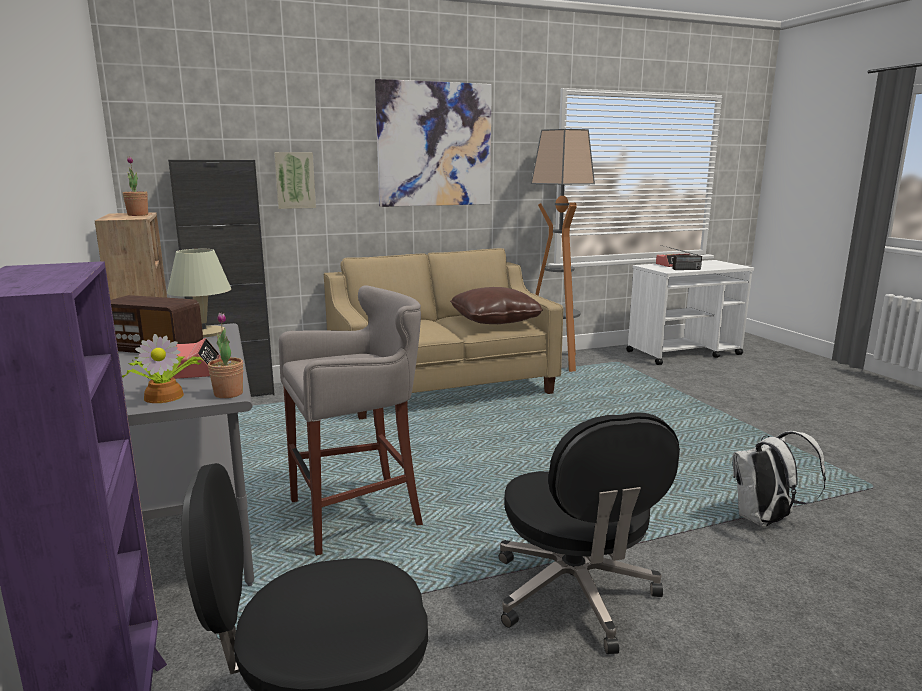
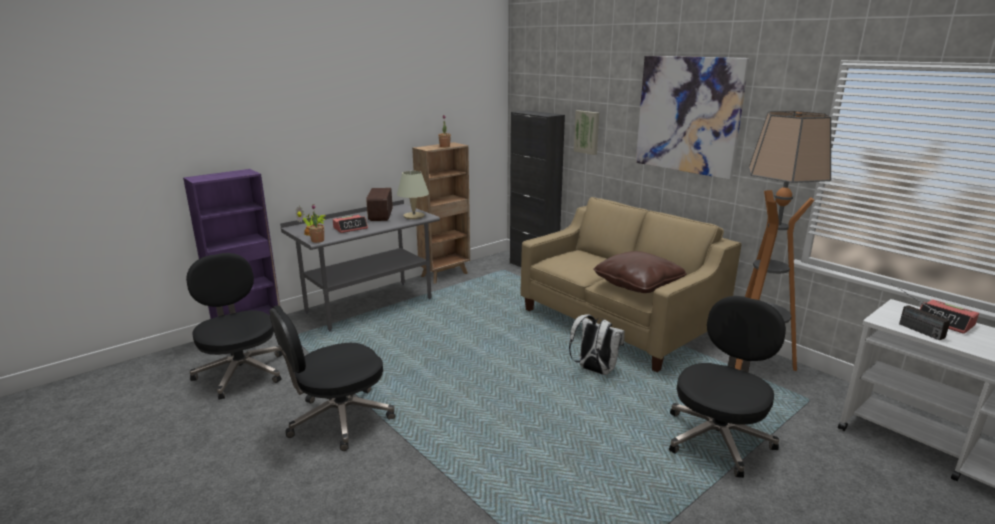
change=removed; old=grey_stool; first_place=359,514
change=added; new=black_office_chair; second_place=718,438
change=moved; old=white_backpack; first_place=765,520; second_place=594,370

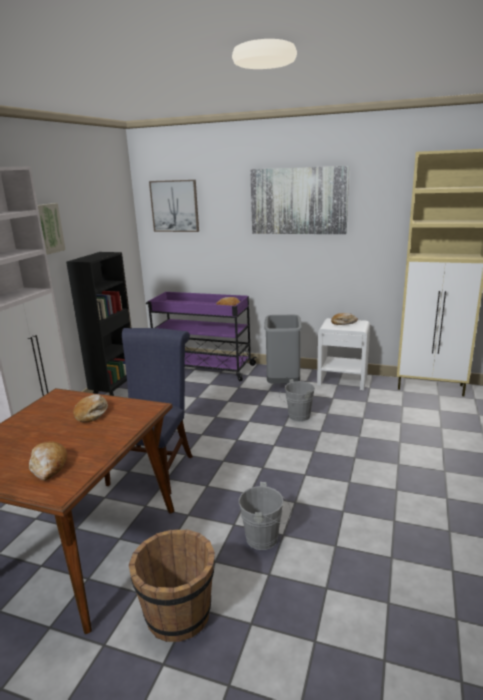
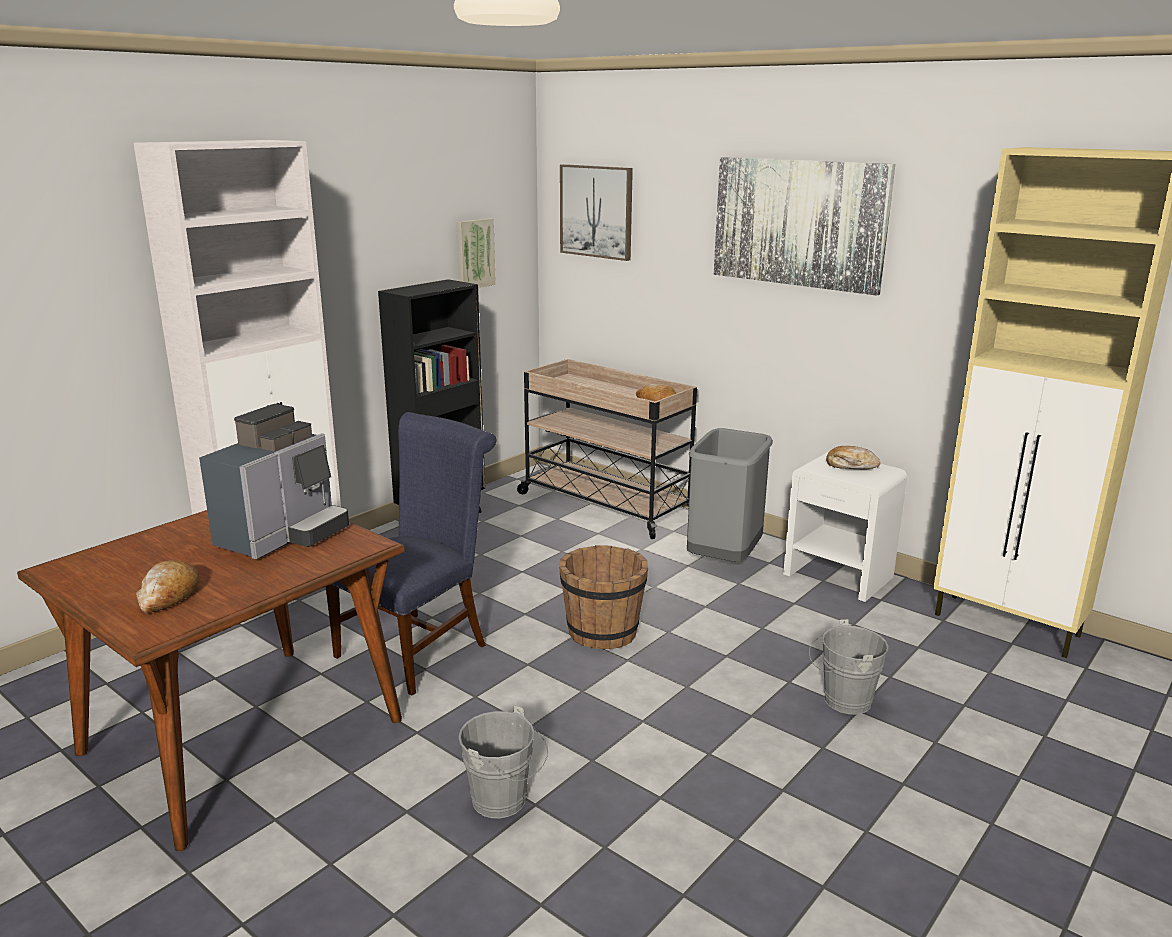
change=moved; old=picture; first_place=47,228; second_place=474,253
change=moved; old=brown_bucket; first_place=178,613; second_place=602,632
change=moved; old=grey_bucket; first_place=297,417; second_place=842,701
change=replaced; old=bread; new=coffee_machine; first_place=92,413; second_place=284,535
change=recoloured; old=purple_cart; new=beige_cart; first_place=202,368; second_place=604,503

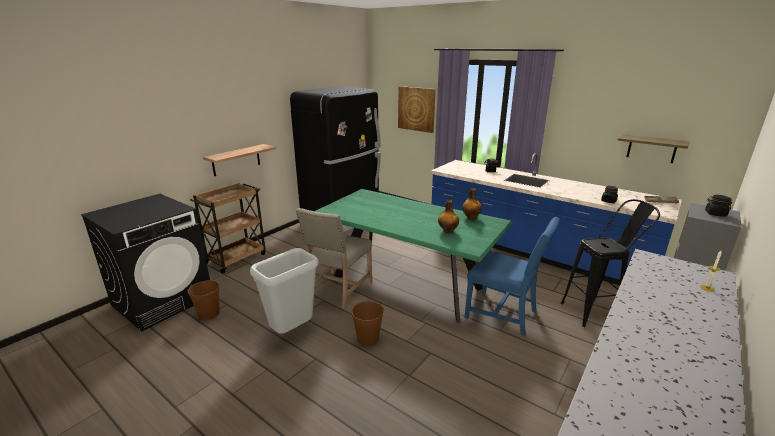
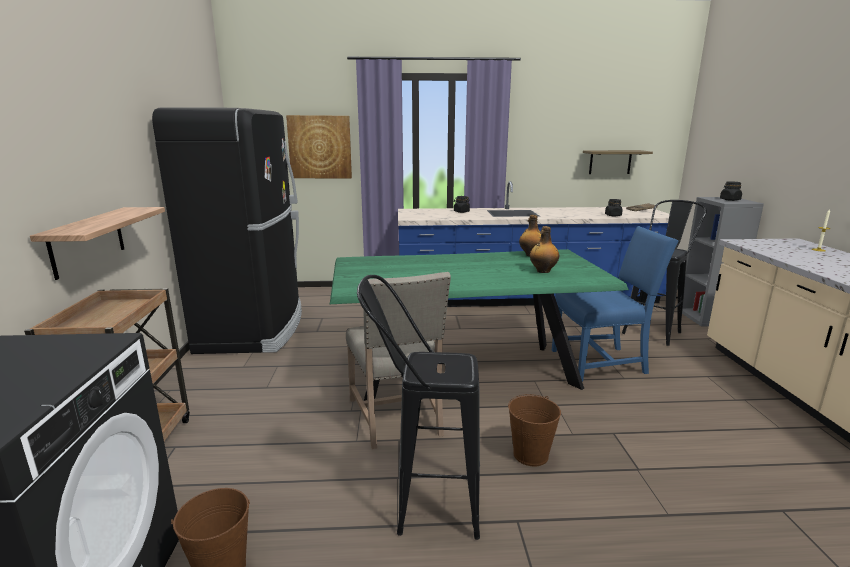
change=replaced; old=grey_trash_can; new=black_stool; first_place=292,330; second_place=423,504

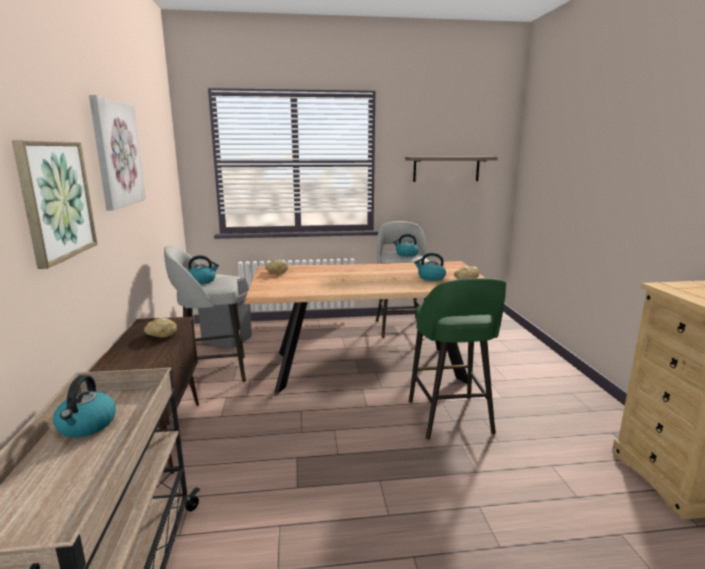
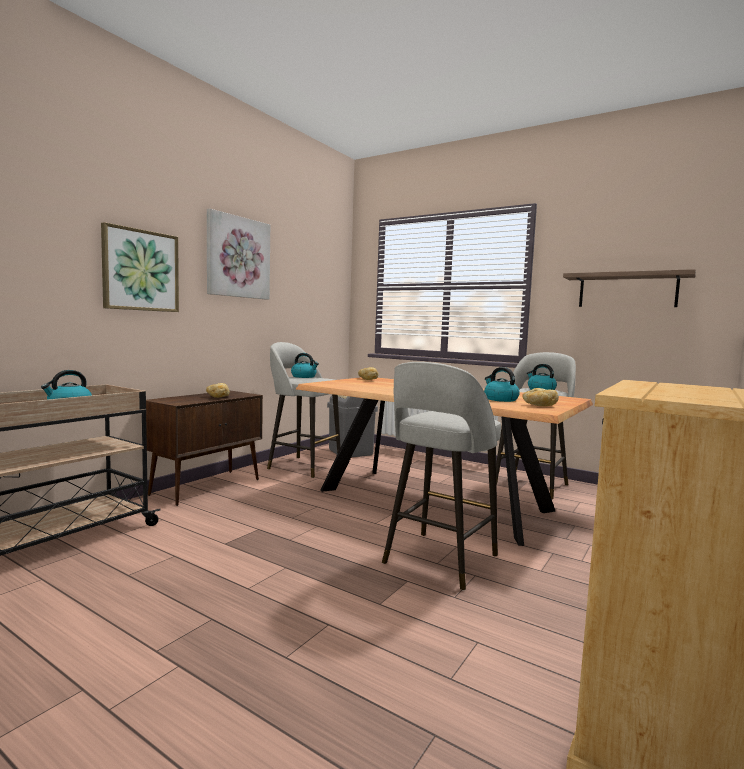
change=recoloured; old=green_stool; new=grey_stool; first_place=450,418; second_place=438,560

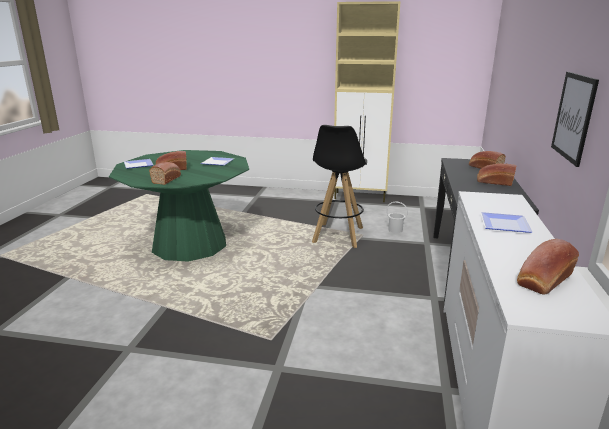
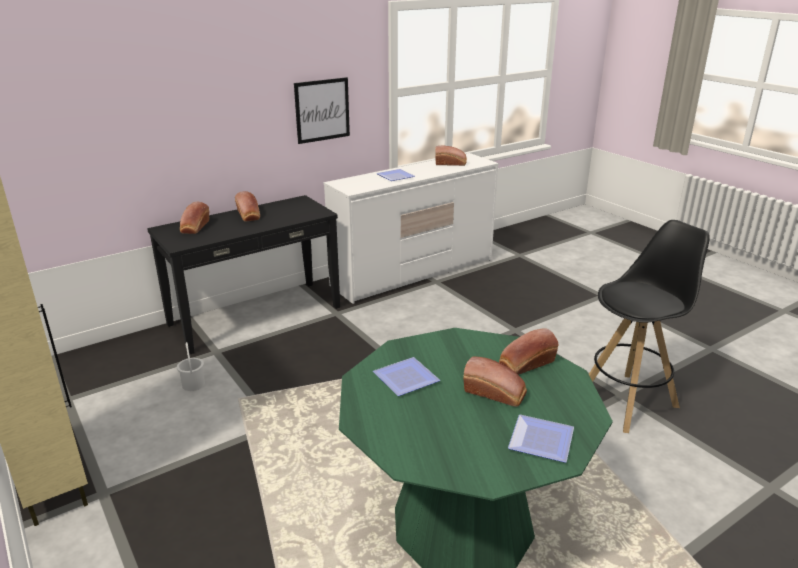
change=moved; old=black_stool; first_place=337,235; second_place=628,401

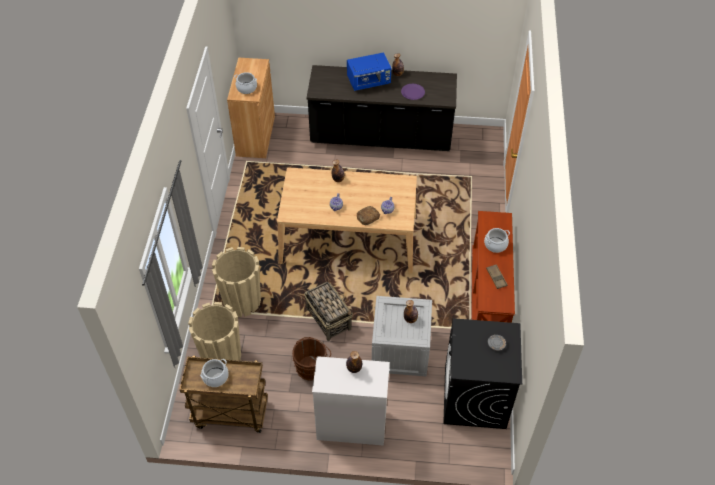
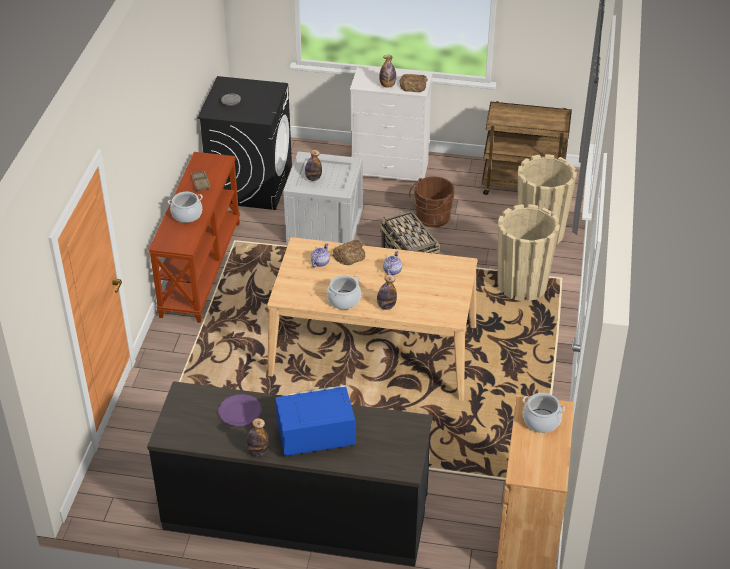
change=added; new=bread; second_place=413,85
change=moved; old=cooking_pot; first_place=215,377; second_place=344,300

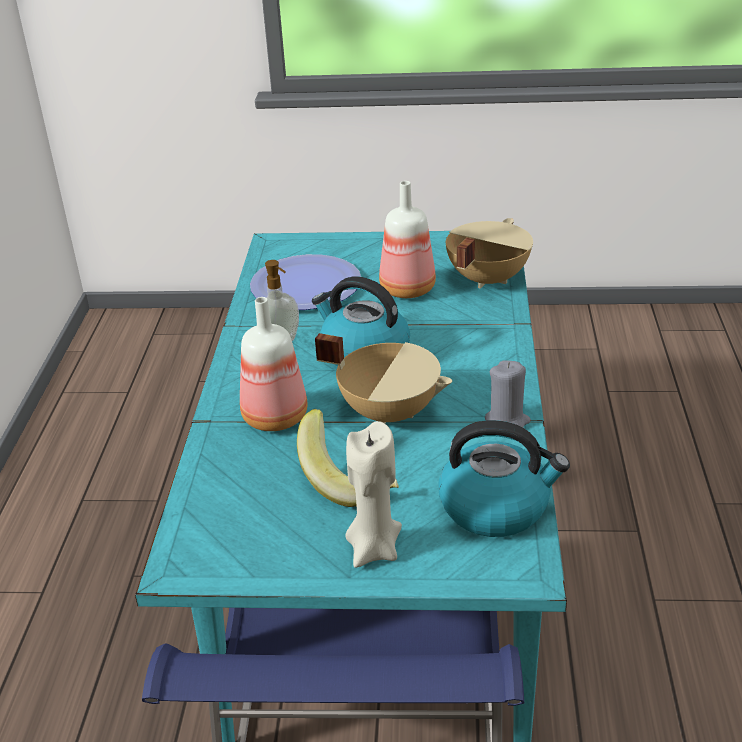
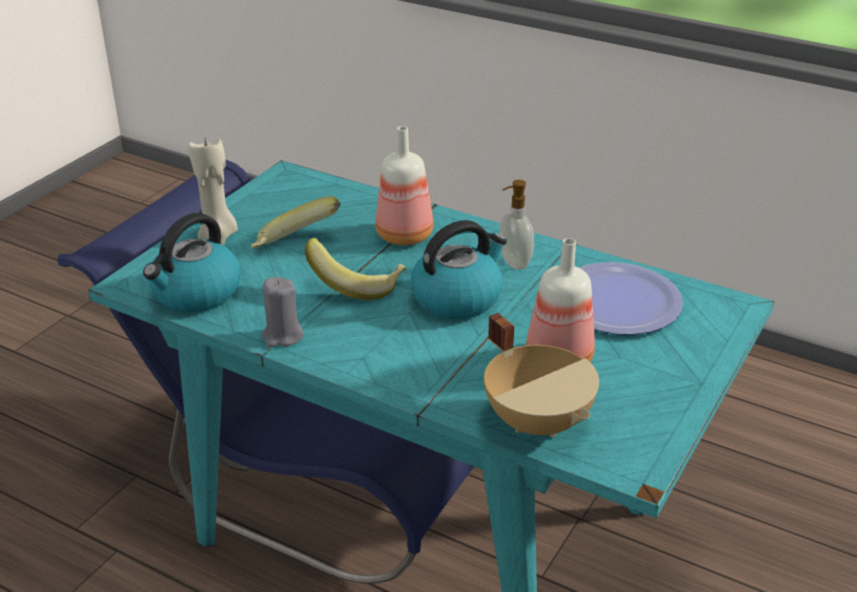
change=replaced; old=beige_cooking_pot; new=banana; first_place=389,411; second_place=357,285

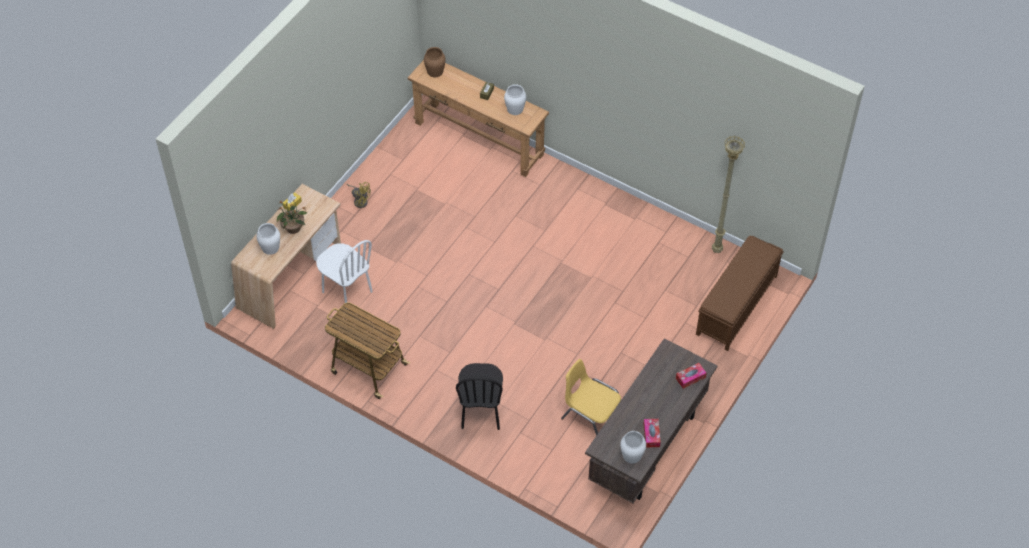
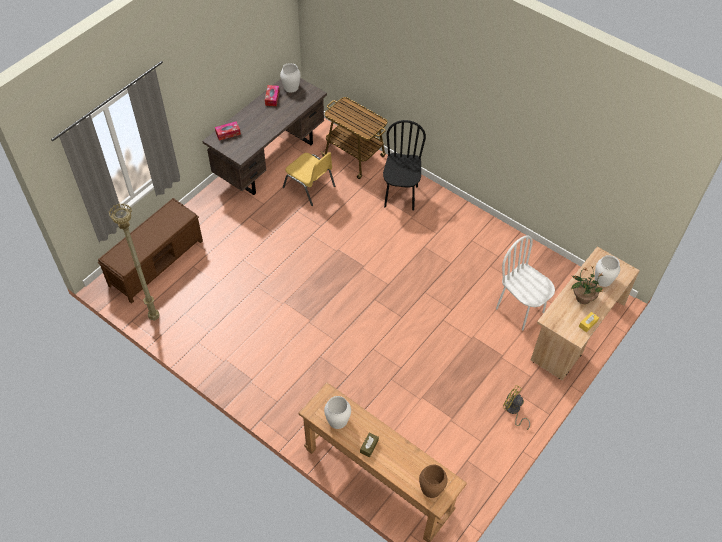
change=moved; old=cart; first_place=368,368; second_place=355,157

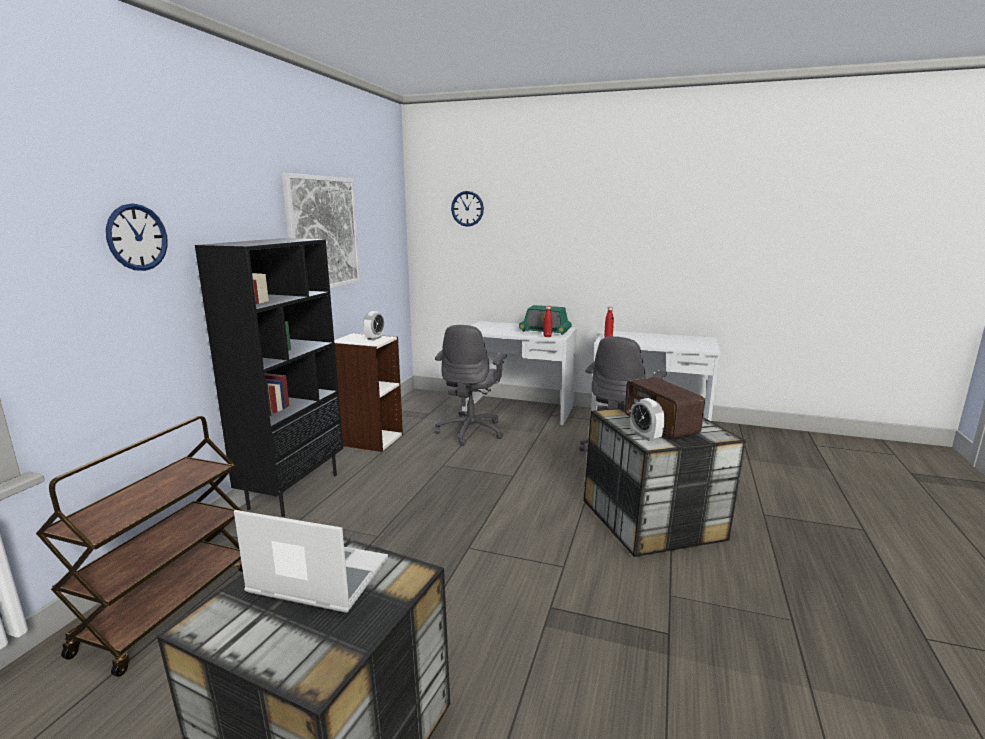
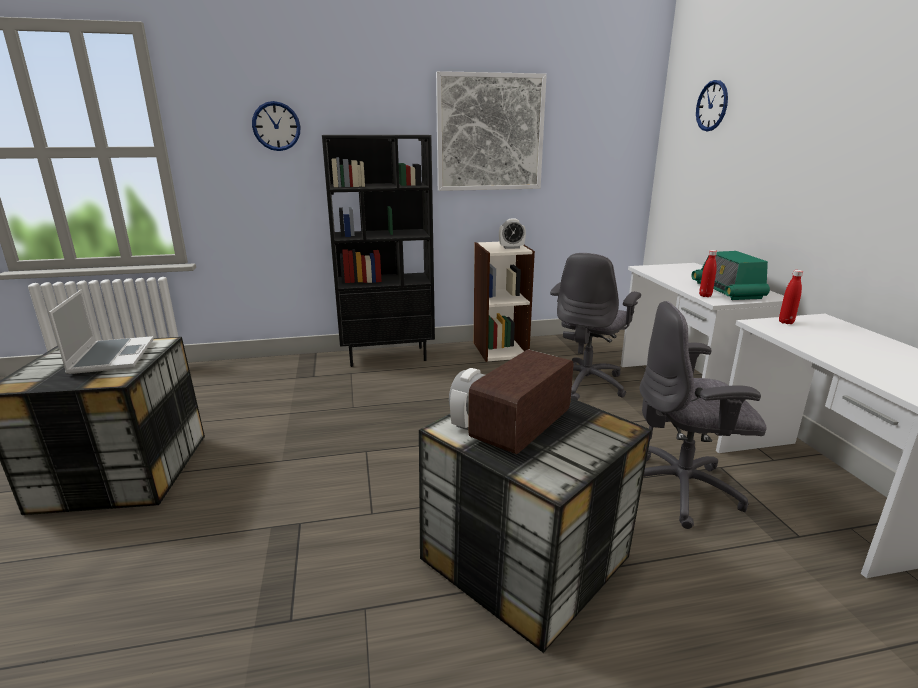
change=removed; old=brown_cart; first_place=168,607
change=turned; old=grey_office_chair; first_place=471,431; second_place=586,383; degrees=-45

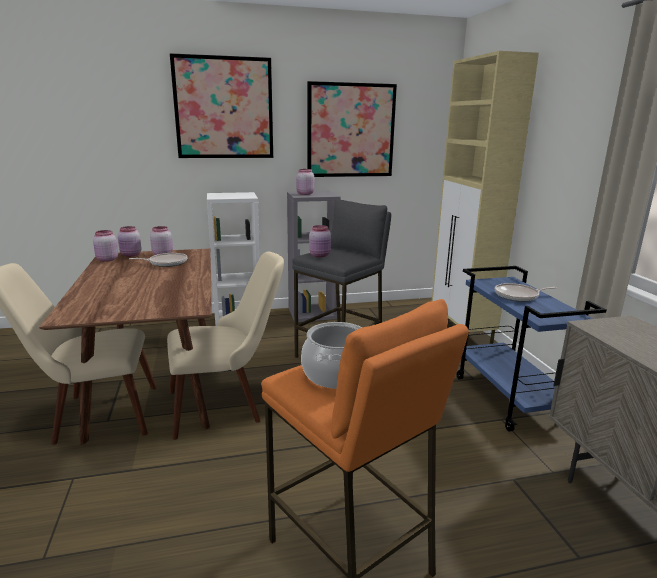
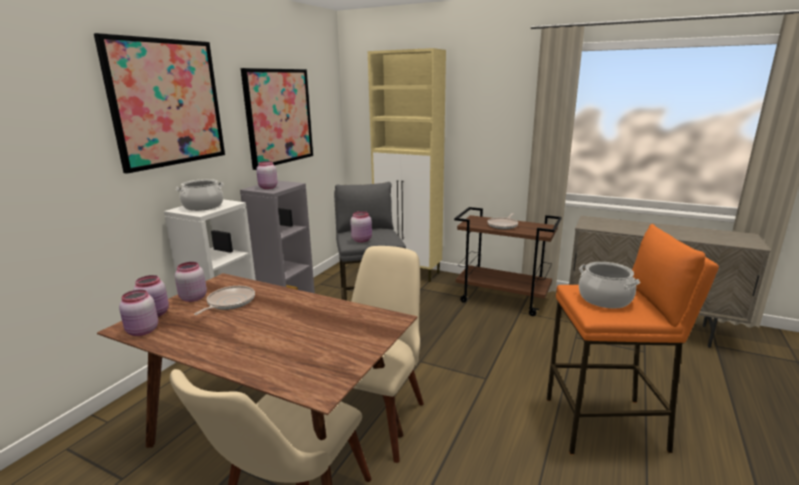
change=added; new=cooking_pot; second_place=203,206
change=recoloured; old=blue_cart; new=brown_cart; first_place=509,399; second_place=503,299

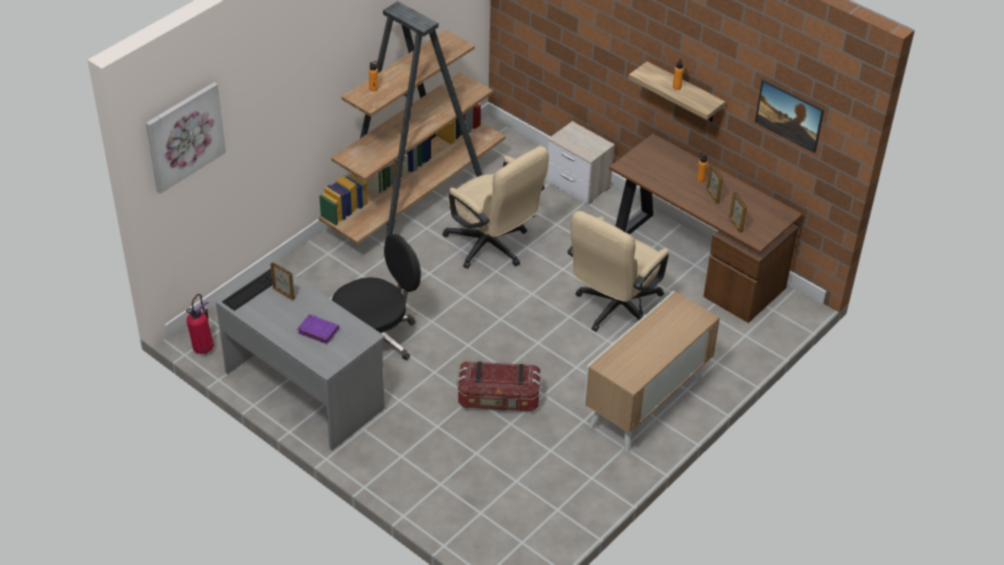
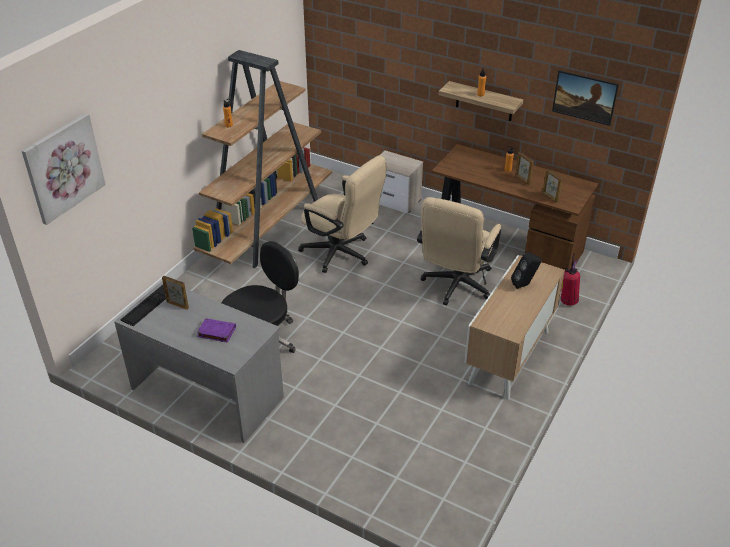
change=removed; old=storage_box; first_place=498,399
change=added; new=black_speaker; second_place=524,285
change=moved; old=fire_extinguisher; first_place=203,348; second_place=567,301

